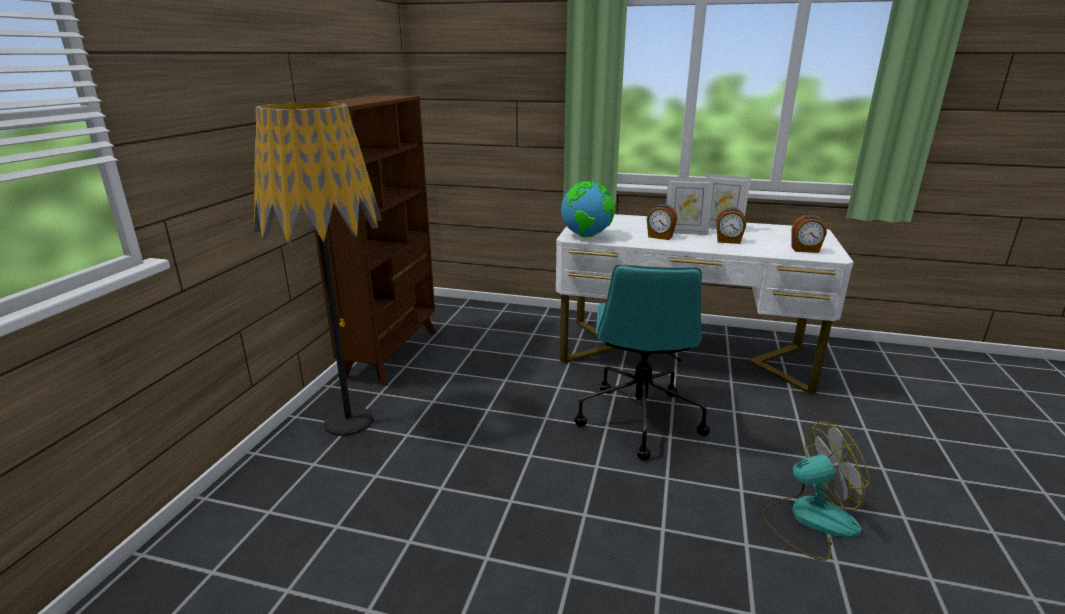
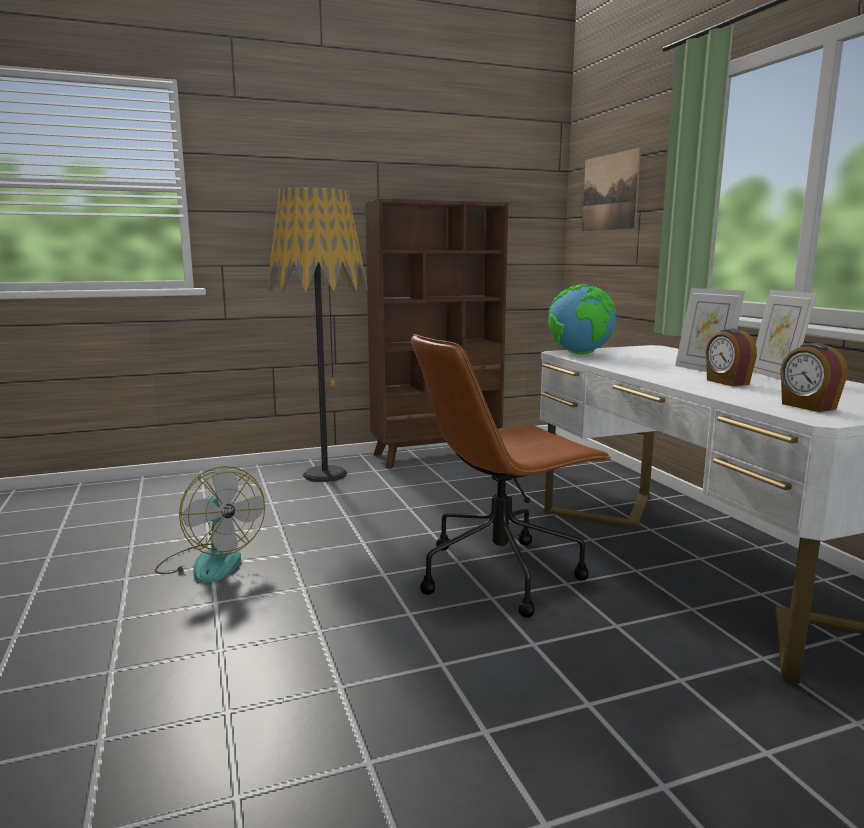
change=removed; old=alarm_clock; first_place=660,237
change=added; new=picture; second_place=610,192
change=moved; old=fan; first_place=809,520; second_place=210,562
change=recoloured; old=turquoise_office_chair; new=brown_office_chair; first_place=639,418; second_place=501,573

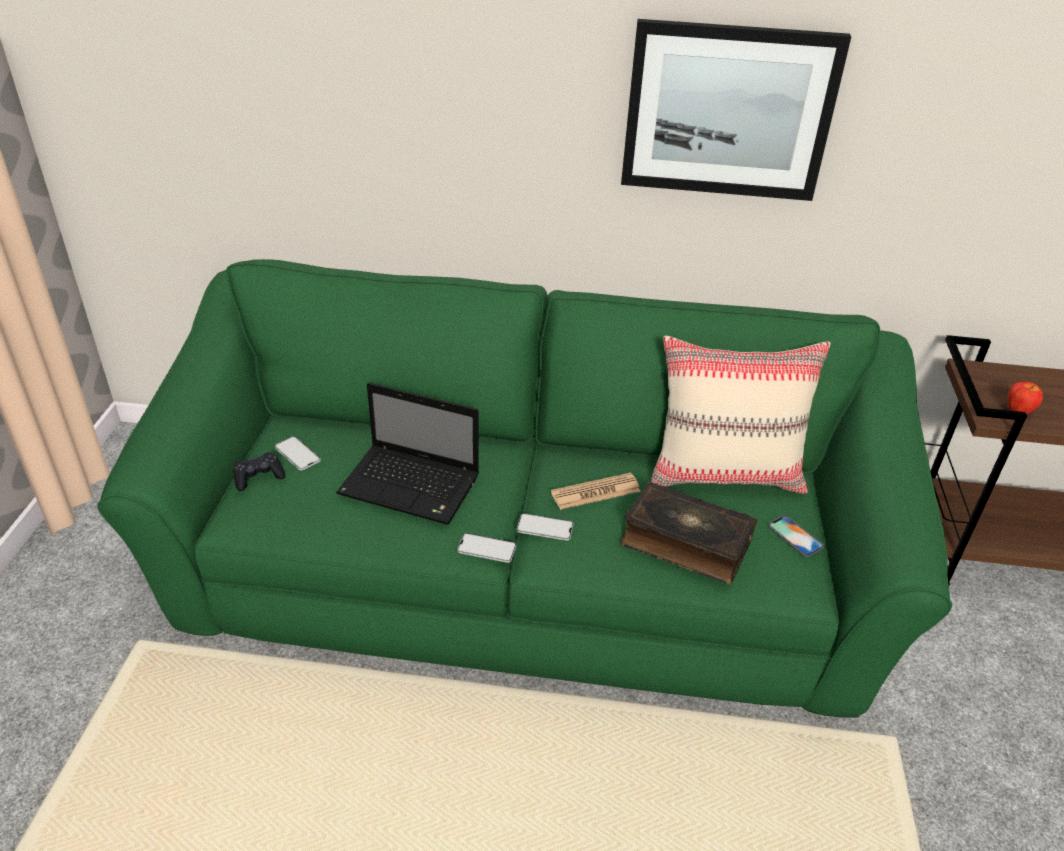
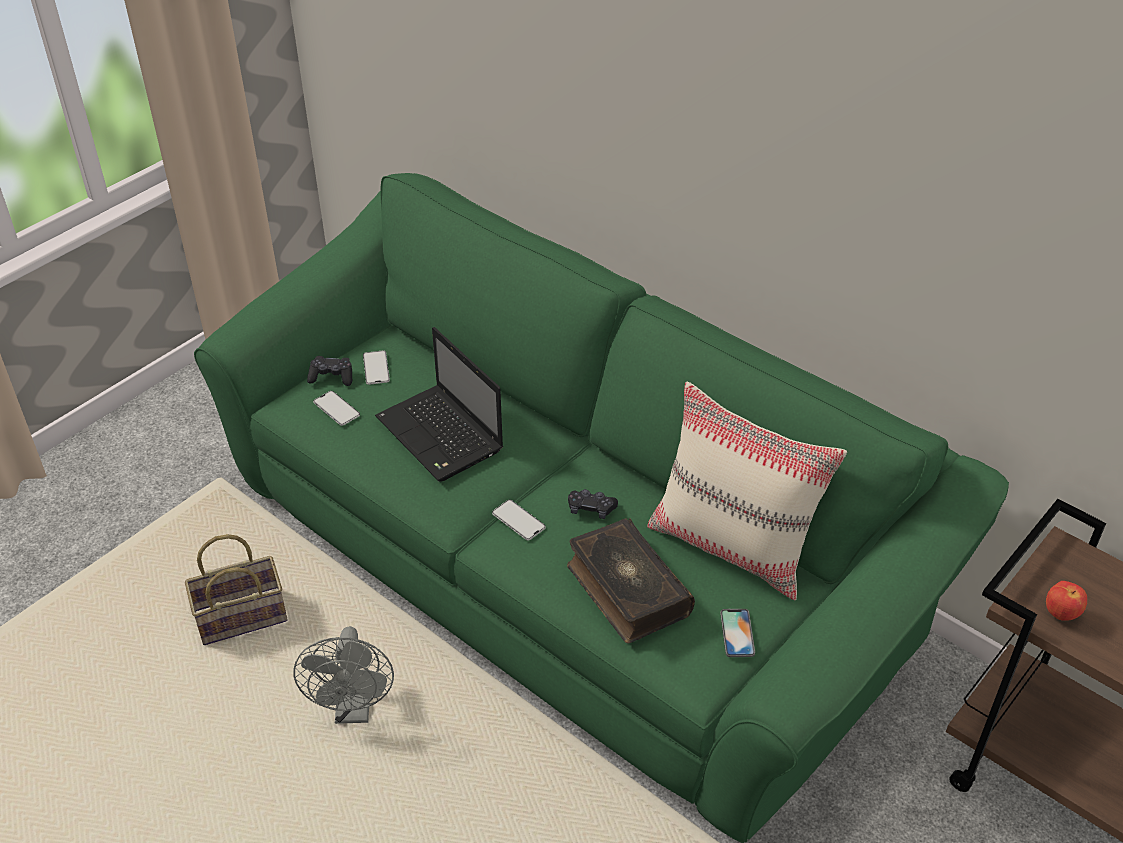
change=removed; old=picture; first_place=728,111
change=added; new=basket; second_place=243,615
change=added; new=grey_fan; second_place=354,709
change=moved; old=phone; first_place=486,548; second_place=336,408
change=replaced; old=newspaper; new=black_game_controller; first_place=595,492; second_place=591,509

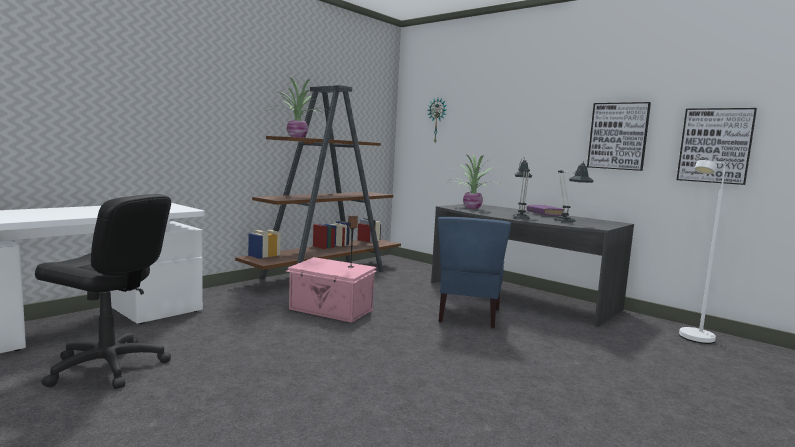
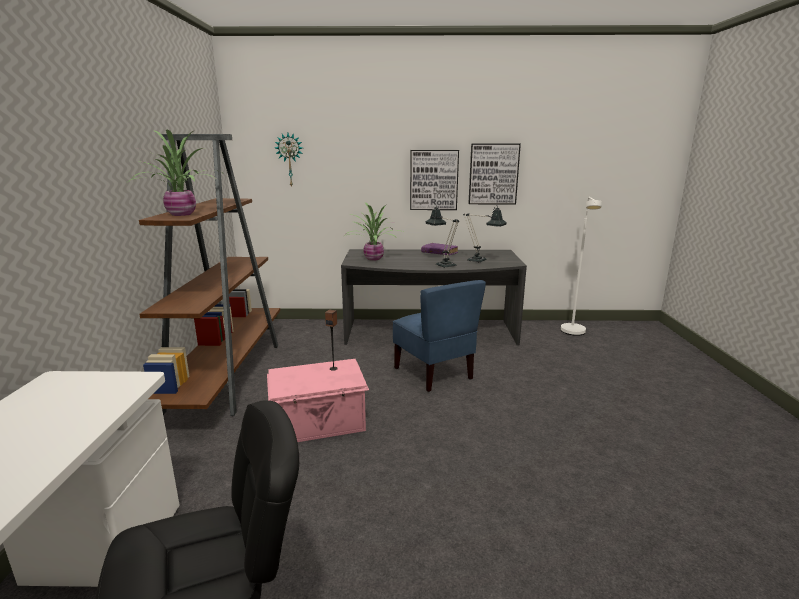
change=moved; old=picture; first_place=715,145; second_place=433,180

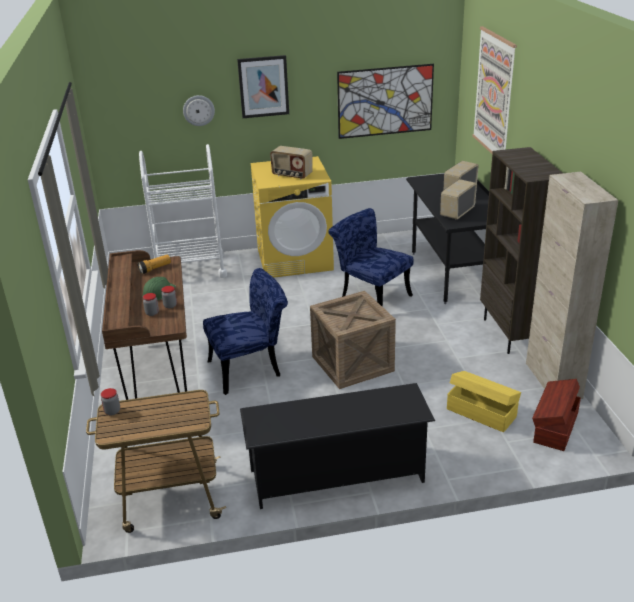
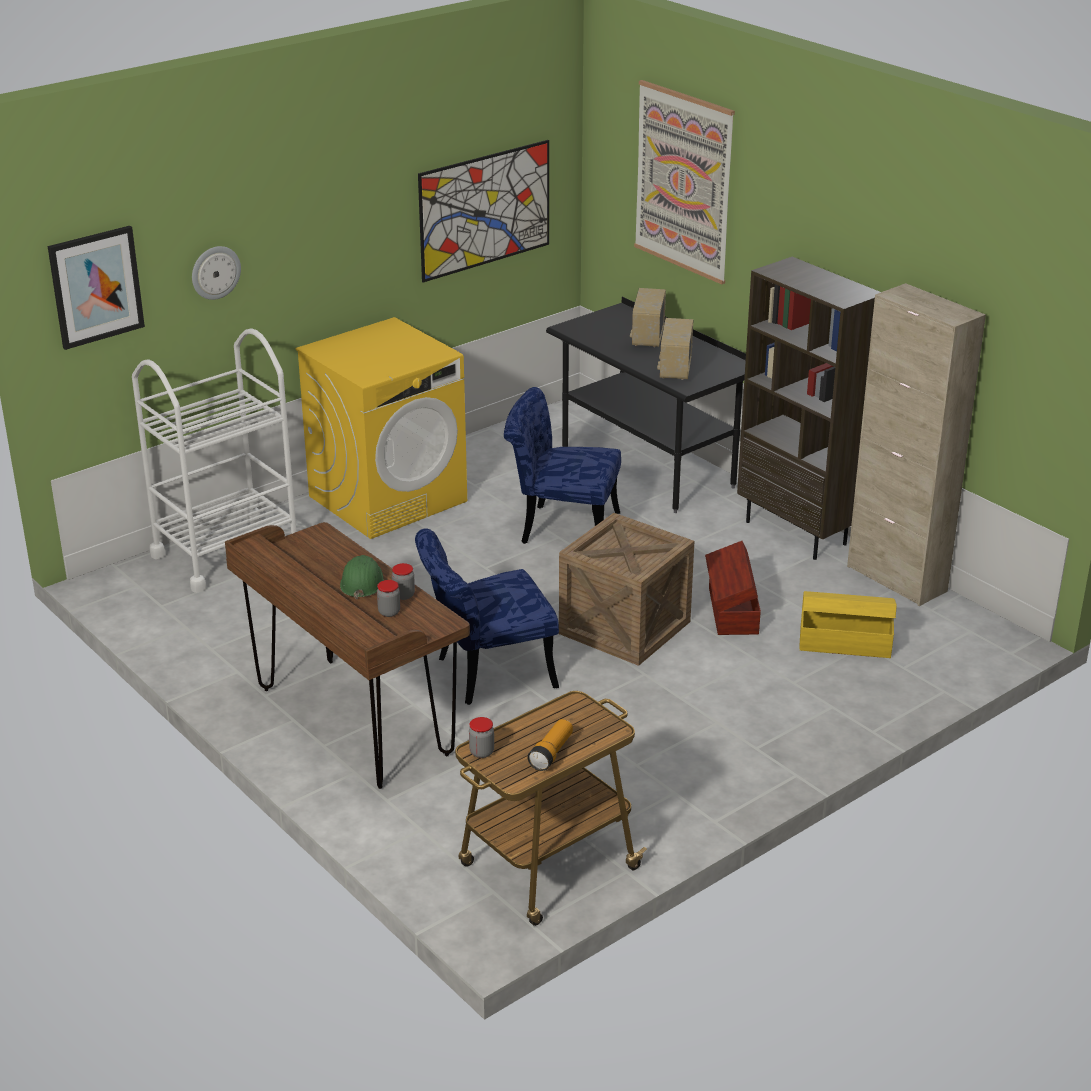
change=removed; old=black_shoe_rack; first_place=337,476
change=removed; old=radio; first_place=292,175
change=moved; old=flashlight; first_place=155,269; second_place=551,753
change=moved; old=picture; first_place=263,86; second_place=96,286
change=moved; old=brown_storage_box; first_place=554,427; second_place=731,611
change=turned; old=blue_chair; first_place=251,368; second_place=485,673; degrees=-150

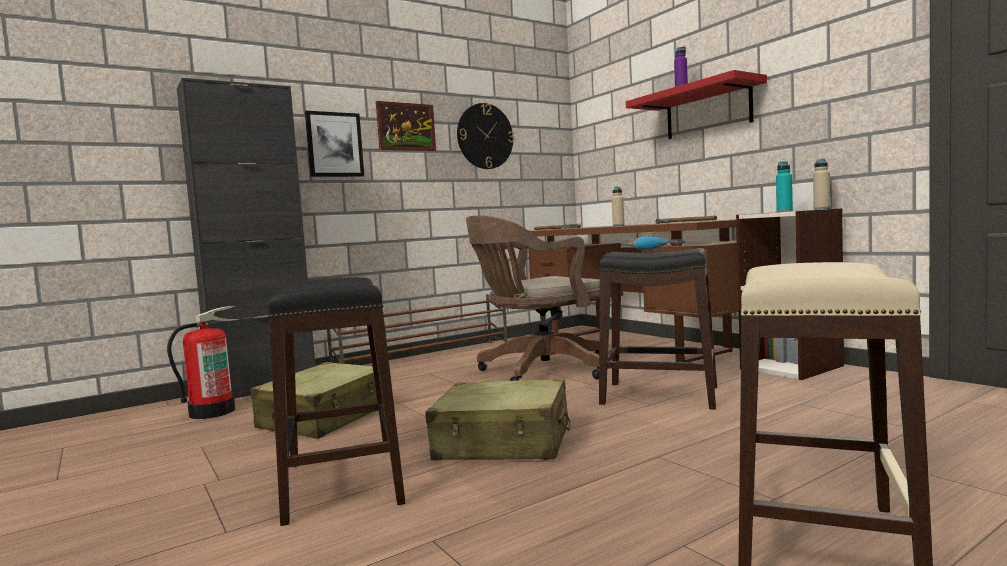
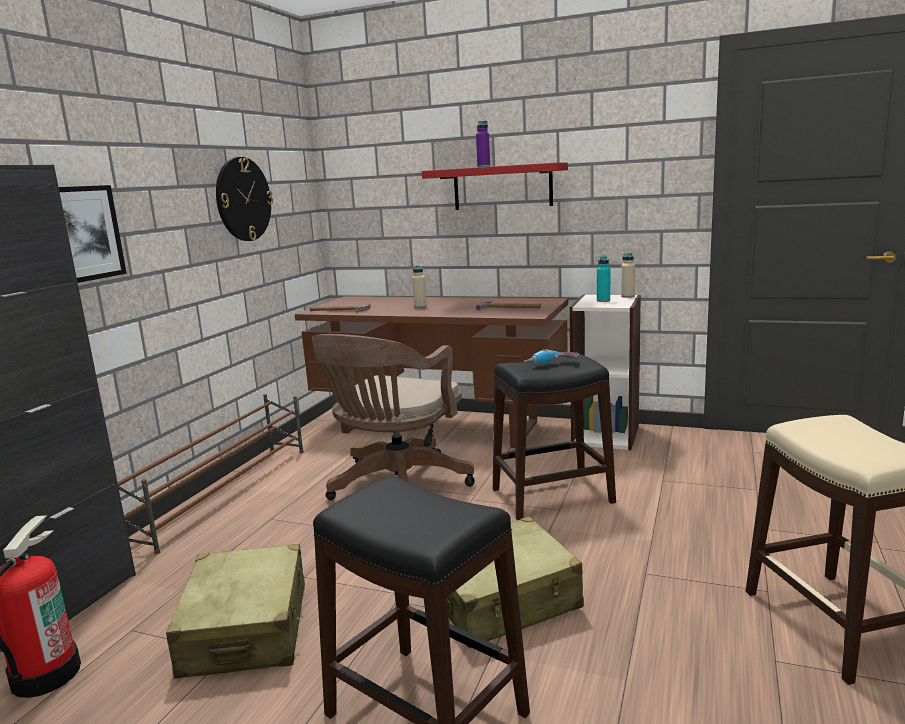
change=removed; old=picture; first_place=406,127

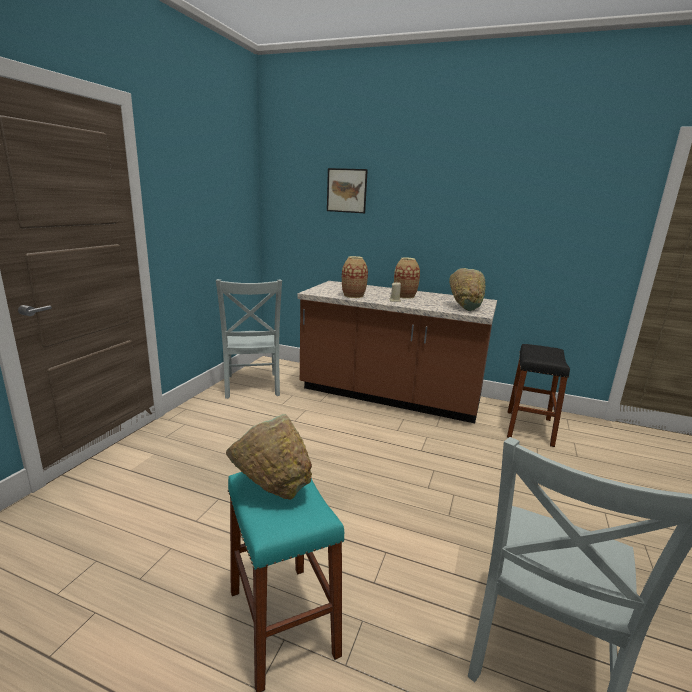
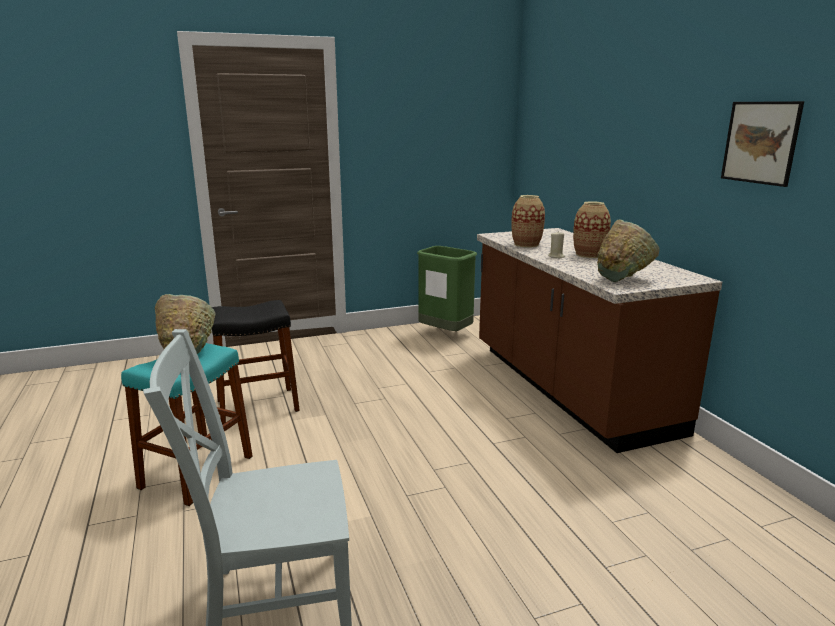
change=moved; old=picture; first_place=346,190; second_place=760,142
change=moved; old=black_stool; first_place=529,428; second_place=257,405
change=replaced; old=grey_chair; new=green_trash_can; first_place=252,387; second_place=445,334

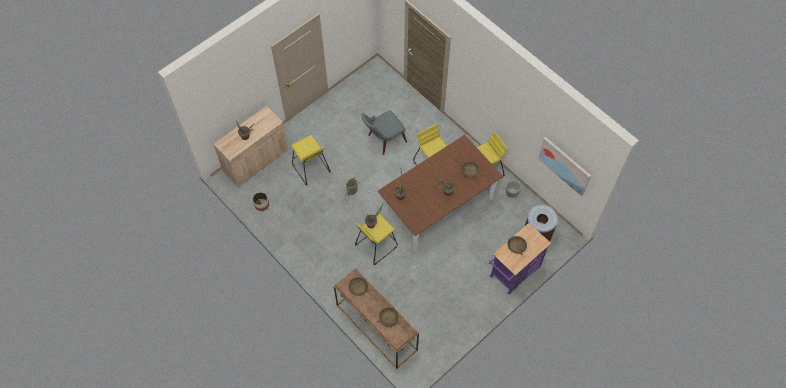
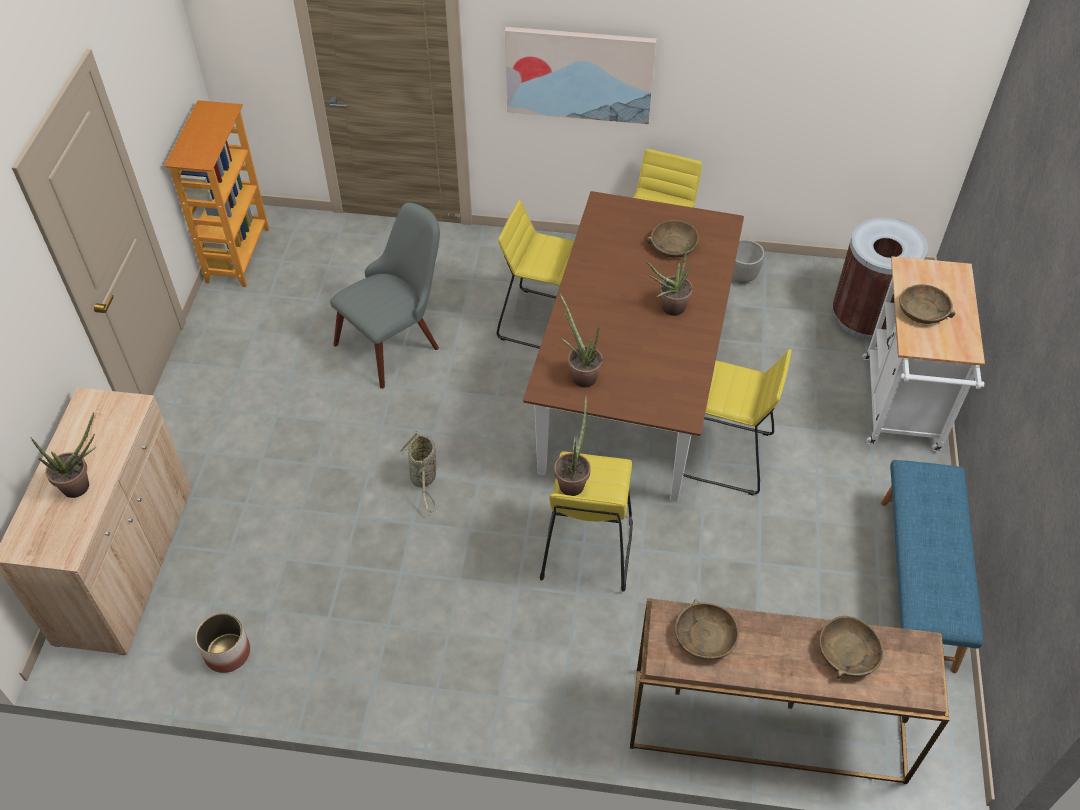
change=added; new=bookcase; second_place=237,255
change=added; new=blue_bench; second_place=918,583
change=moved; old=yellow_stool; first_place=310,168; second_place=724,455
change=moved; old=picture; first_place=564,165; second_place=579,74
change=recoloured; old=purple_cart; new=white_cart; first_place=512,274; second_place=901,410
change=turned; old=grey_chair; first_place=383,140; second_place=397,340; degrees=-150

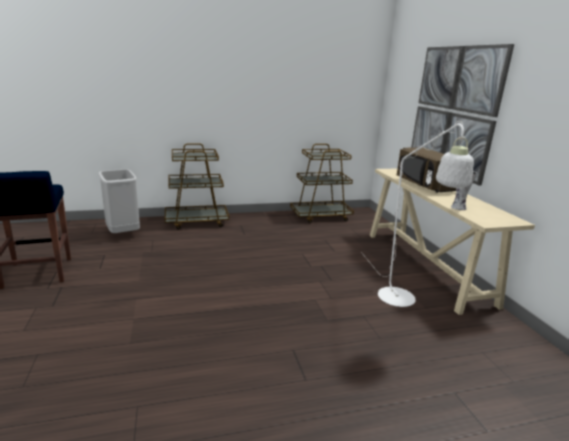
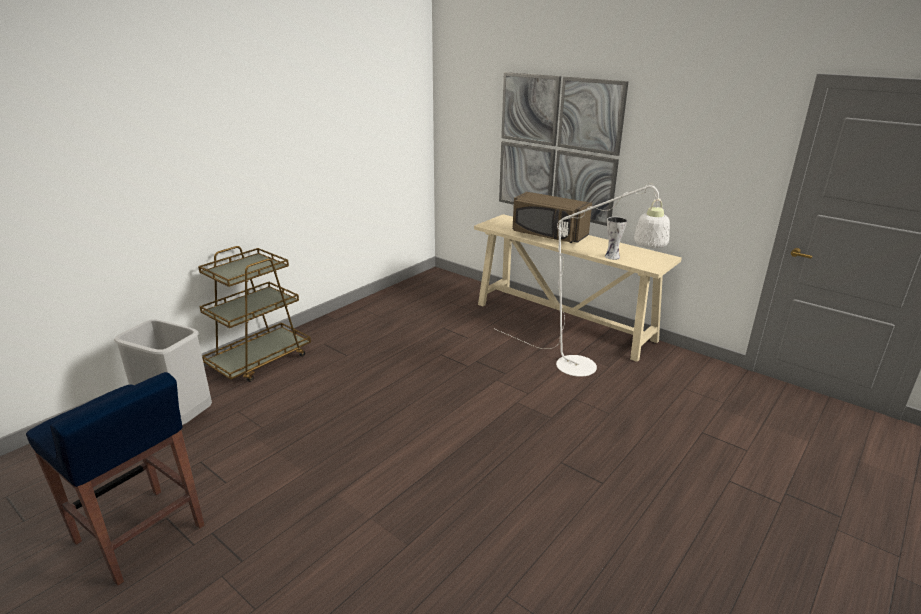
change=removed; old=brown_cart; first_place=321,216

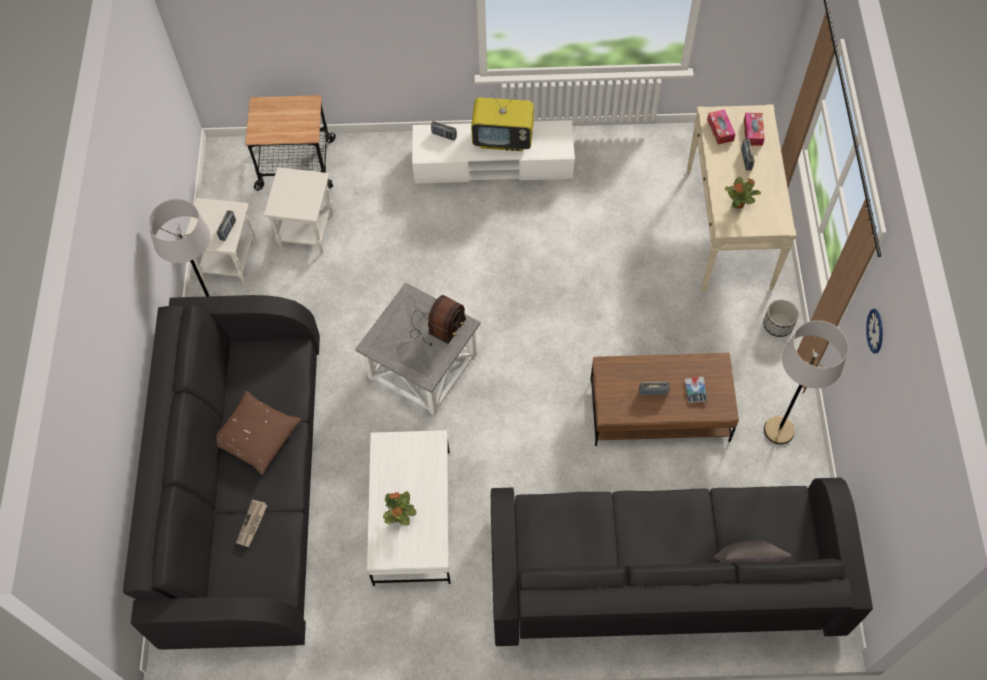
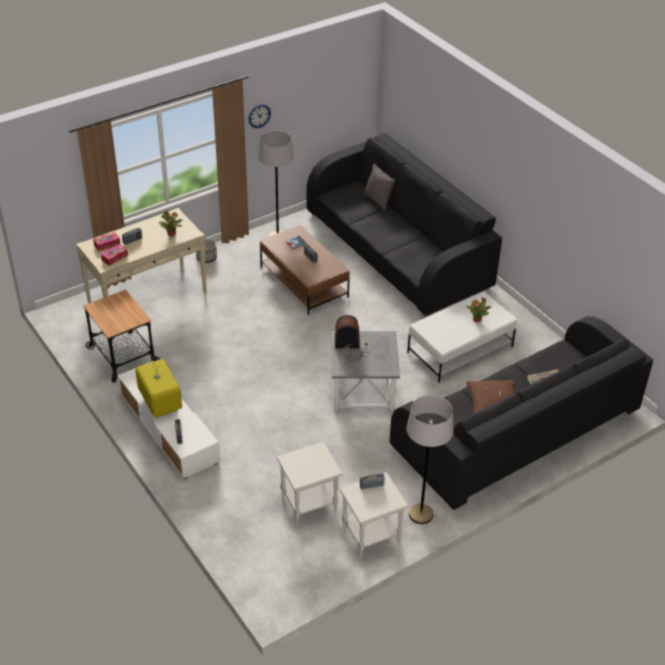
change=moved; old=cart; first_place=296,164; second_place=122,356

